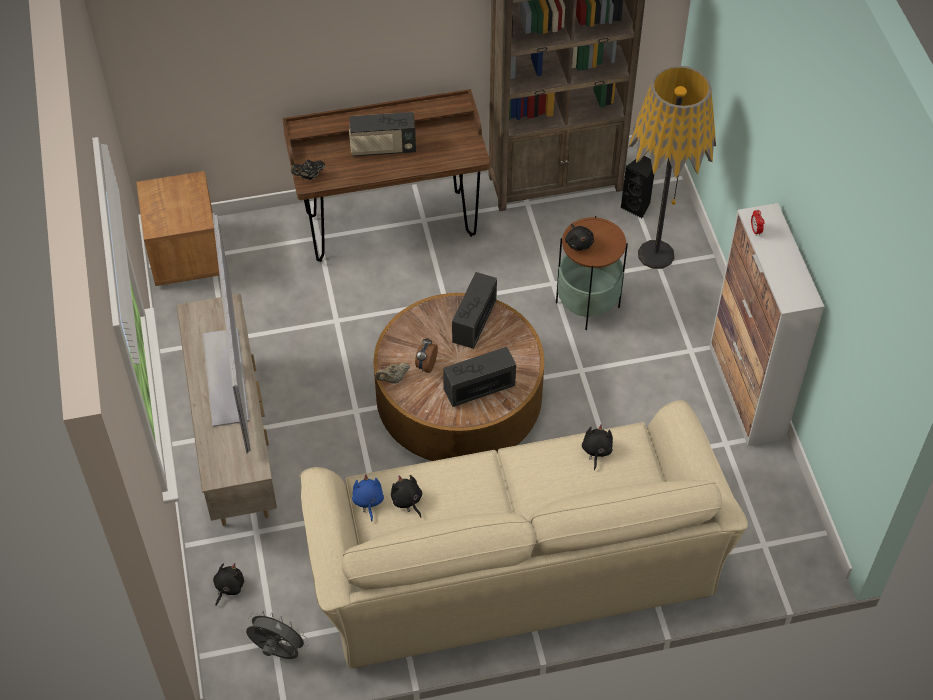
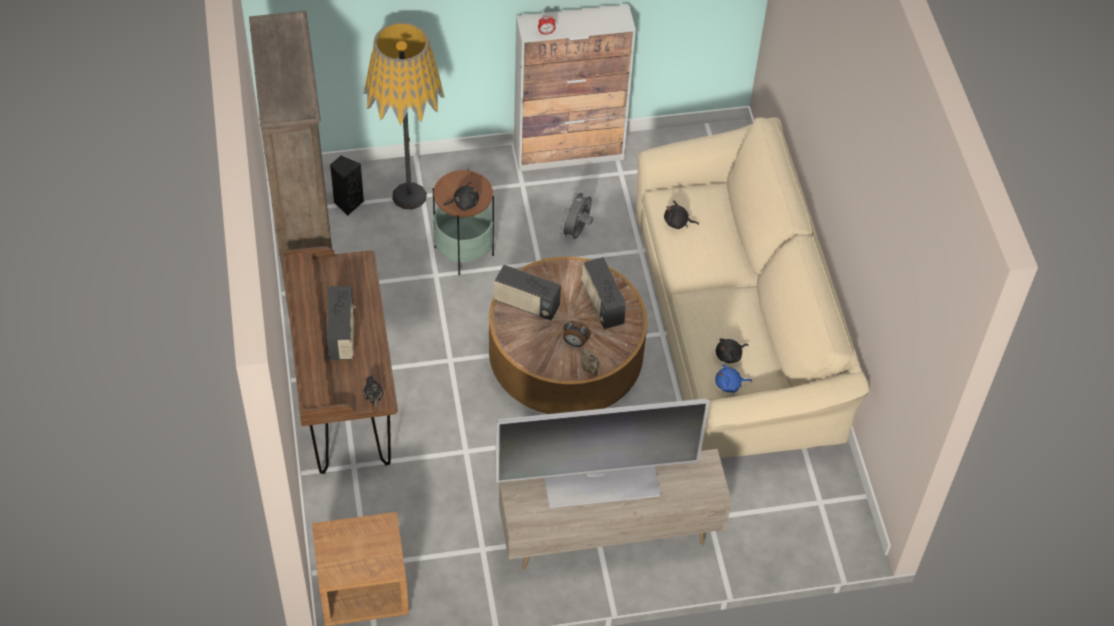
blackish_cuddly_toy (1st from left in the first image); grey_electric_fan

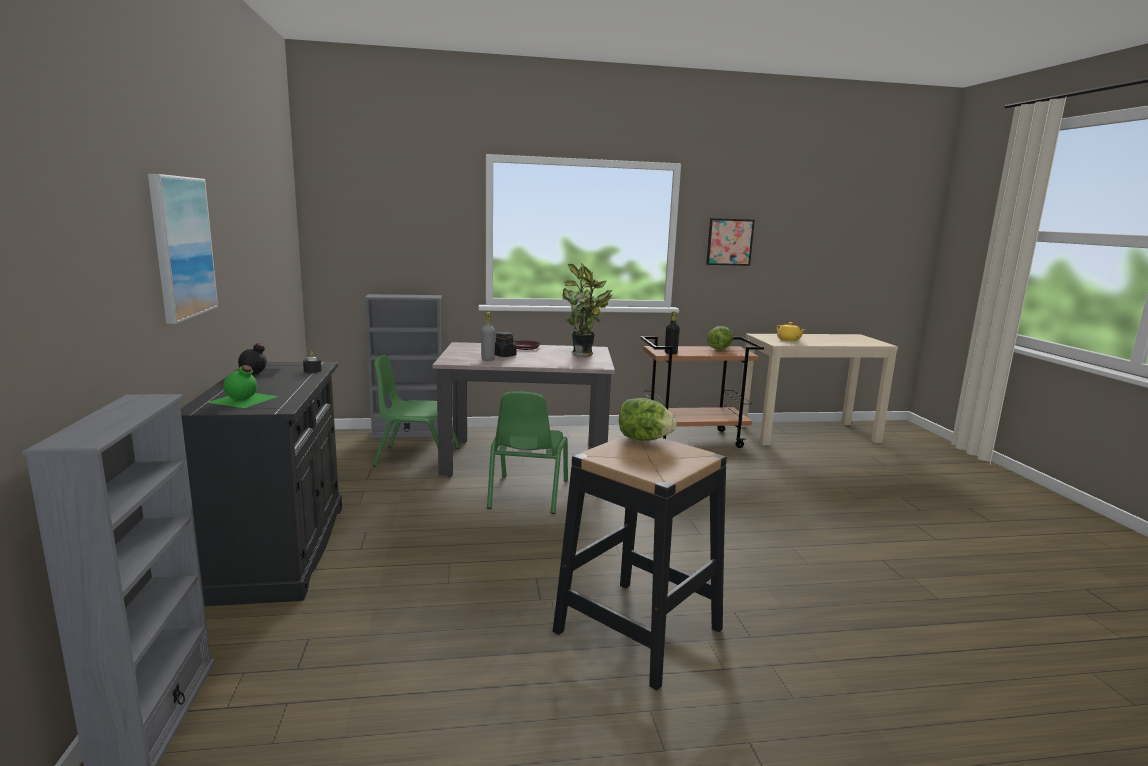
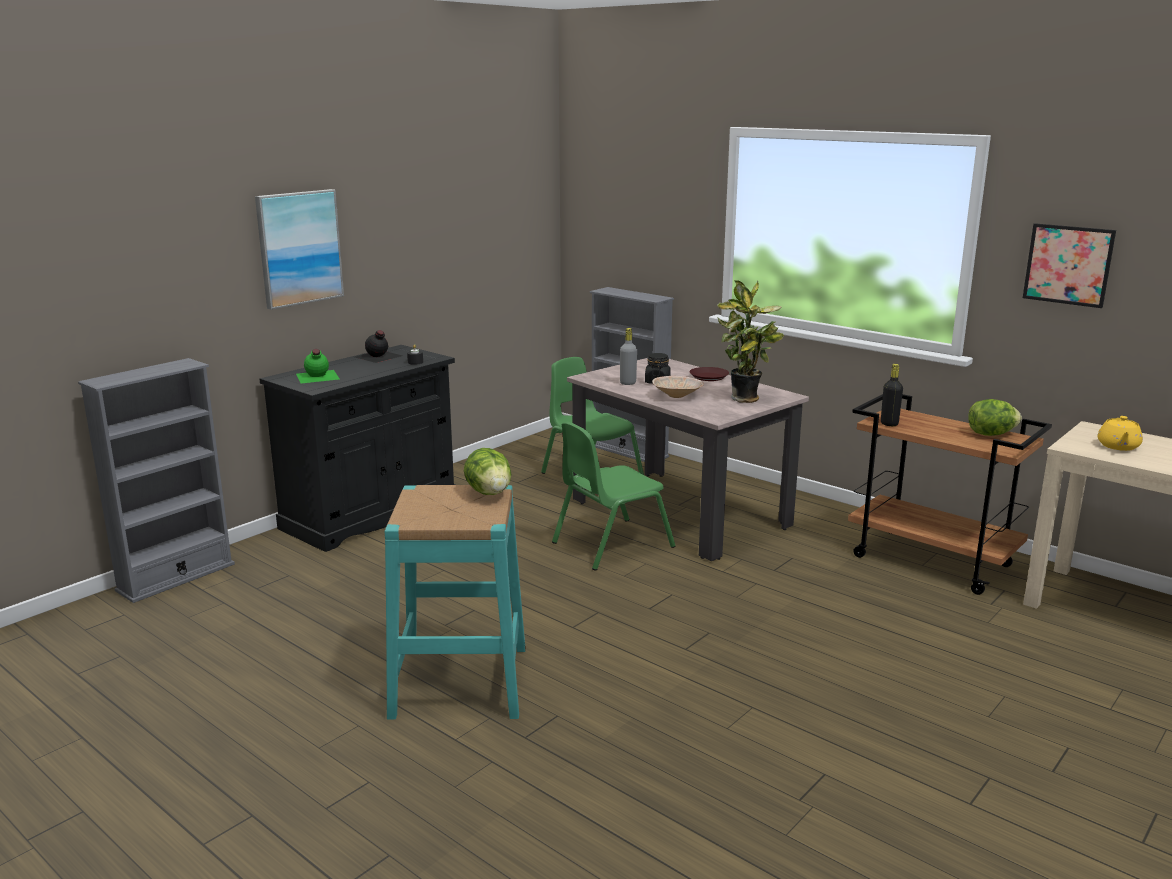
beige_serving_bowl; turquoise-coloured_sitting_stool

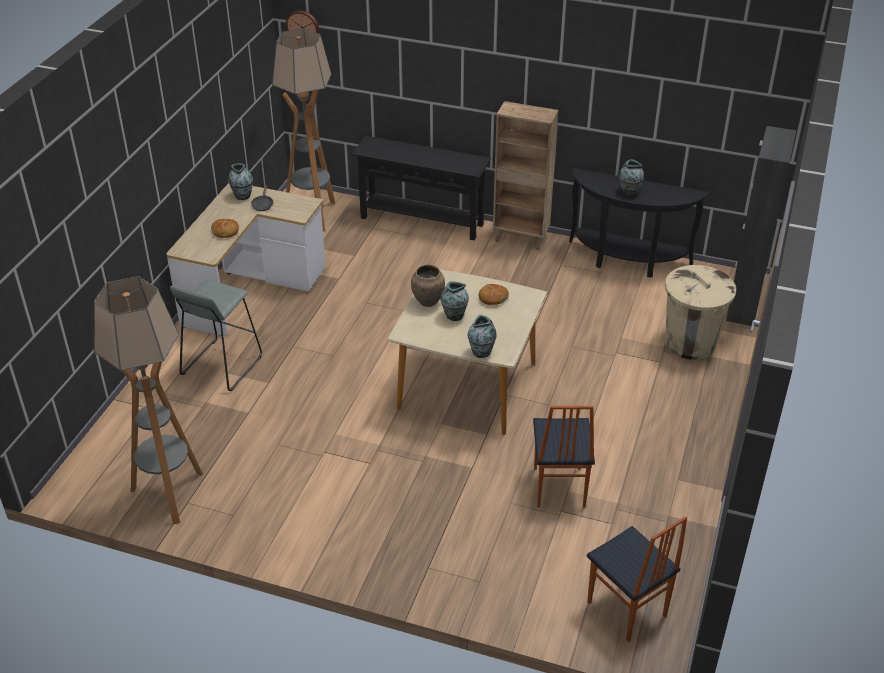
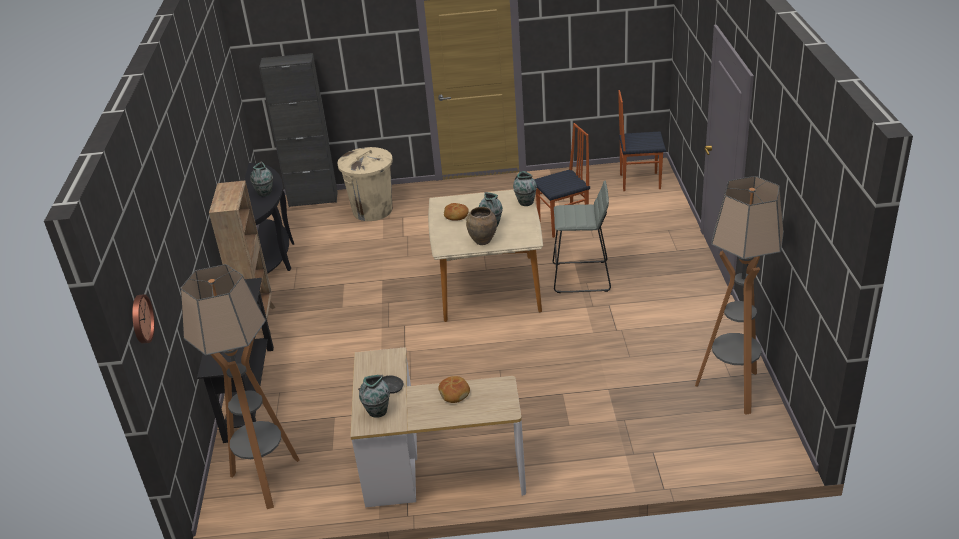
grey_sitting_stool; plain_chair (2nd from left)

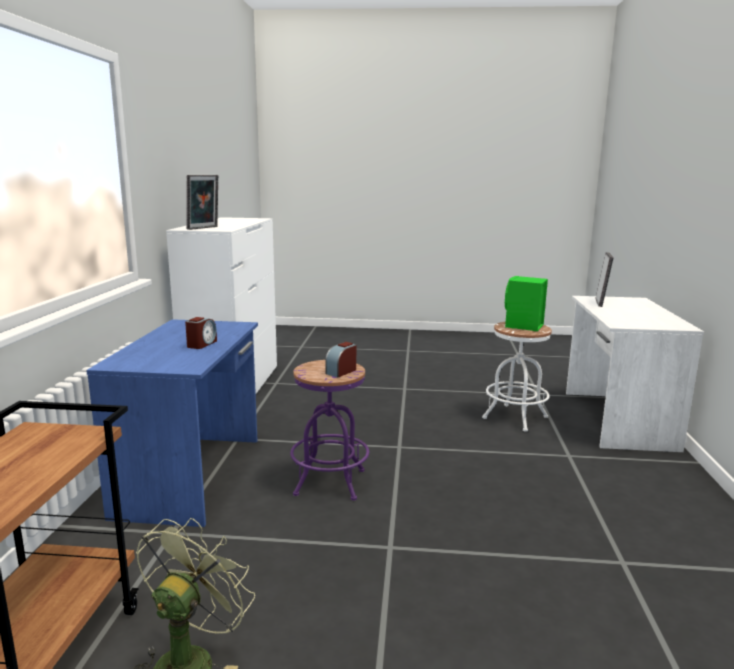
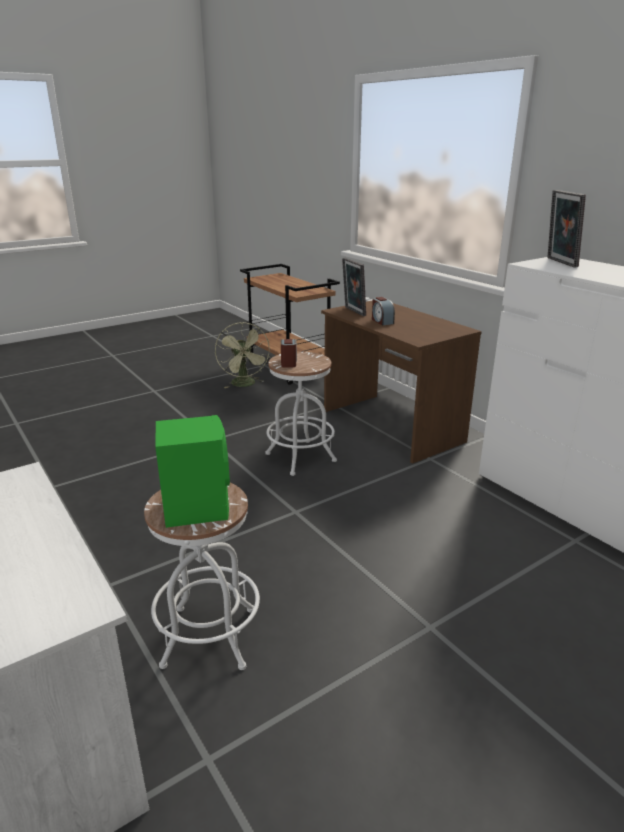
photo_frame (1st from left); brown-coloured_desk_table; white-coloured_sitting_stool (2nd from left)

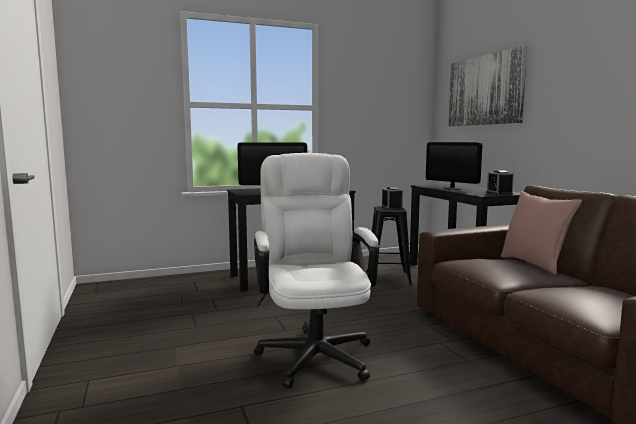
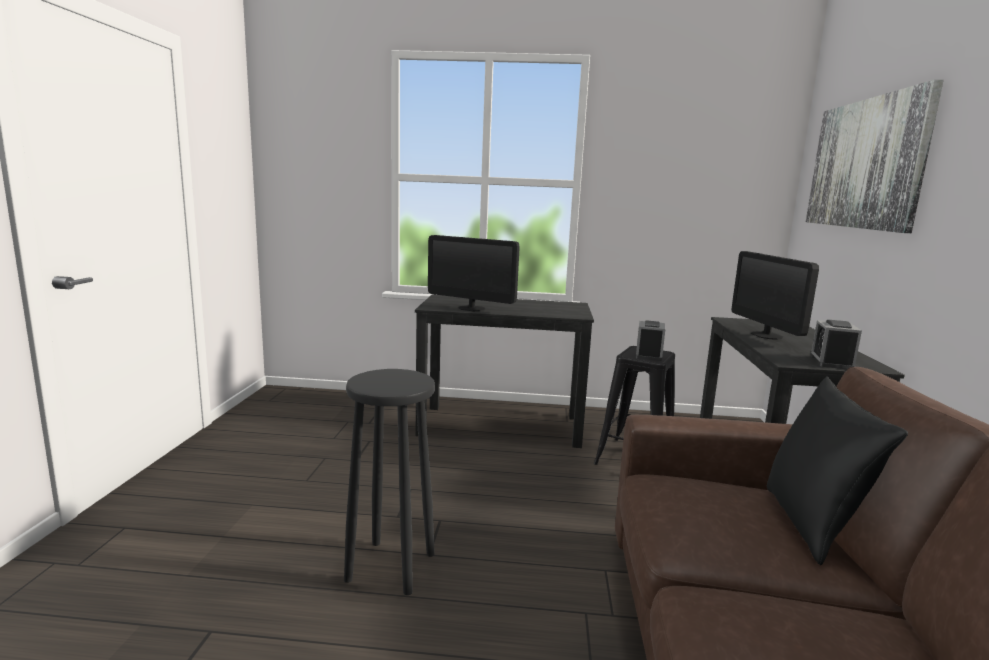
blackish_sitting_stool (1st from left); blackish_cushion

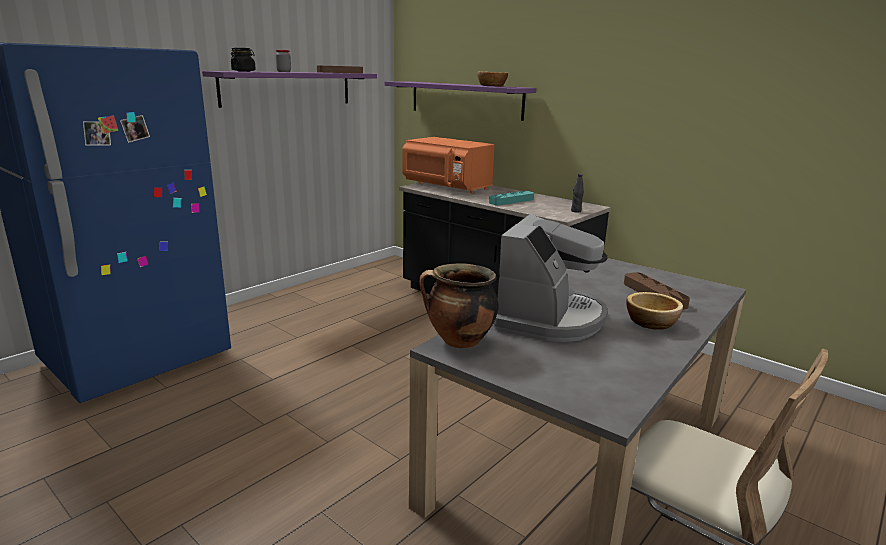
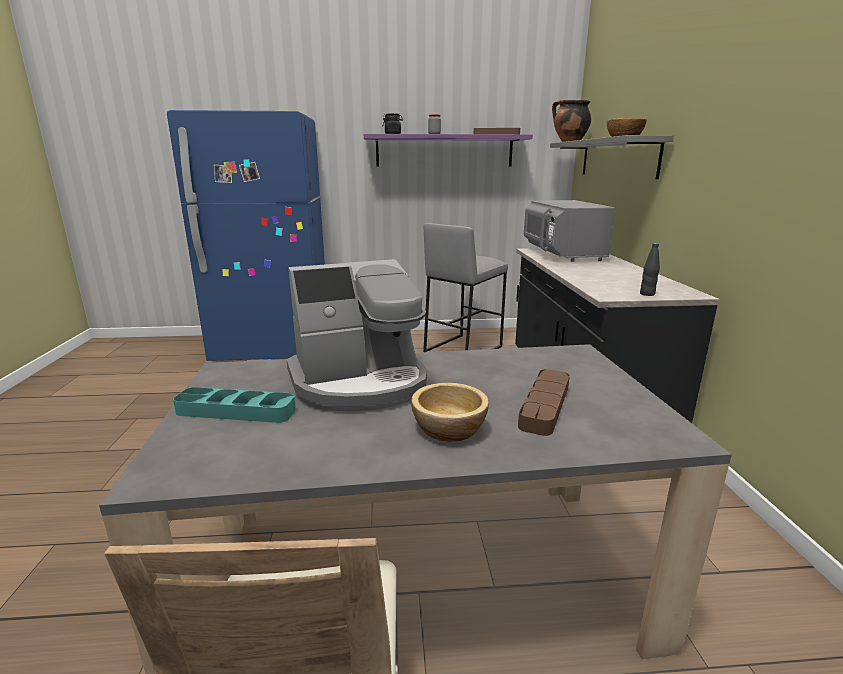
grey_sitting_stool; stockpot; turquoise-coloured_serving_tray; grey_shelf; grey_microwave_oven

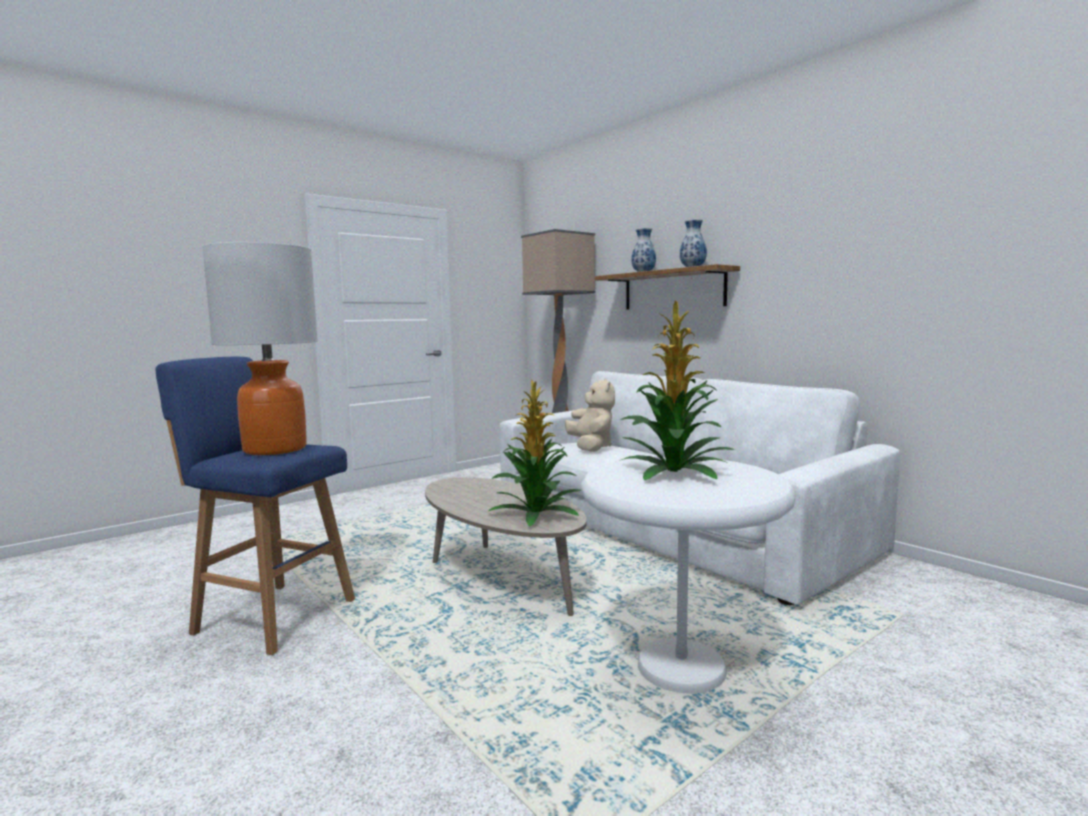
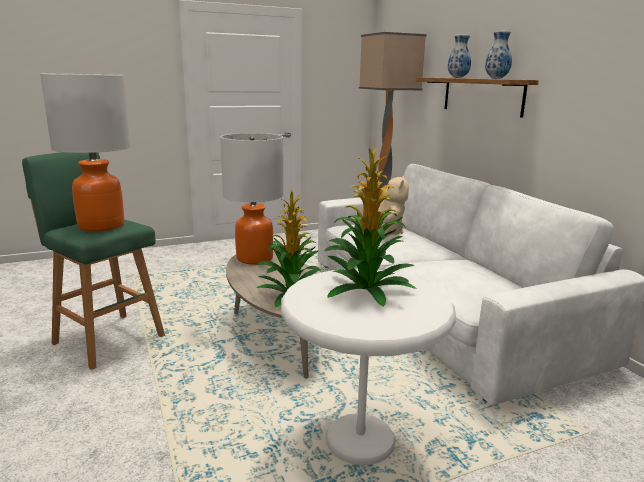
tabletop_lamp (2nd from left); green-coloured_sitting_stool

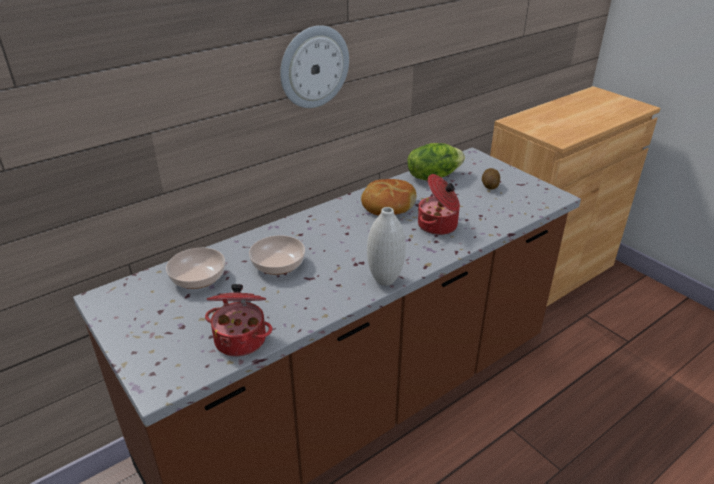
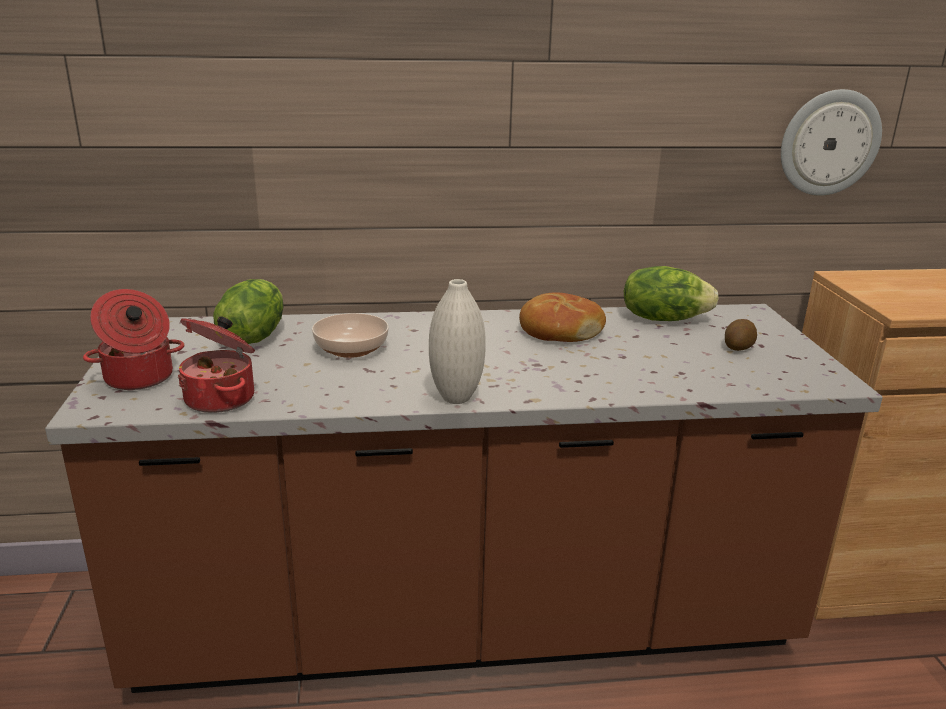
wall_clock; stockpot (1st from left); lettuce (1st from left)

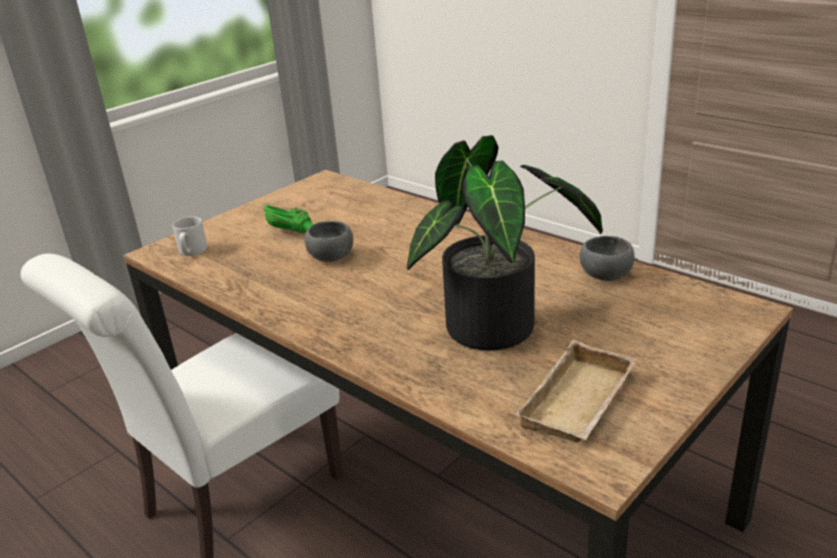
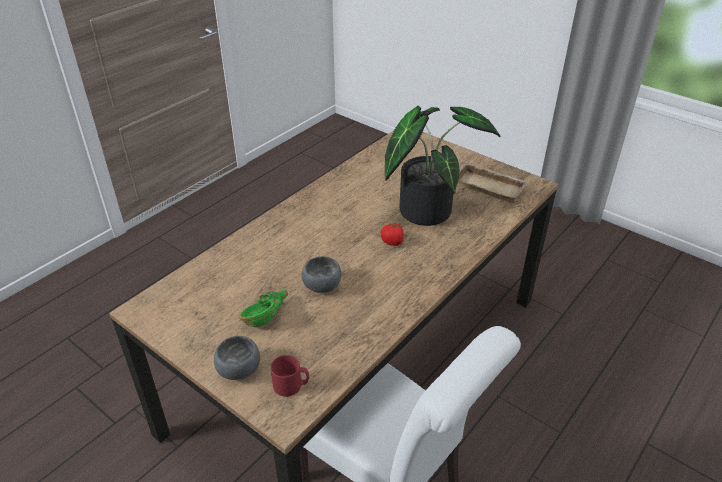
tomato; grey_serving_bowl (1st from left); reddish_coffee_mug

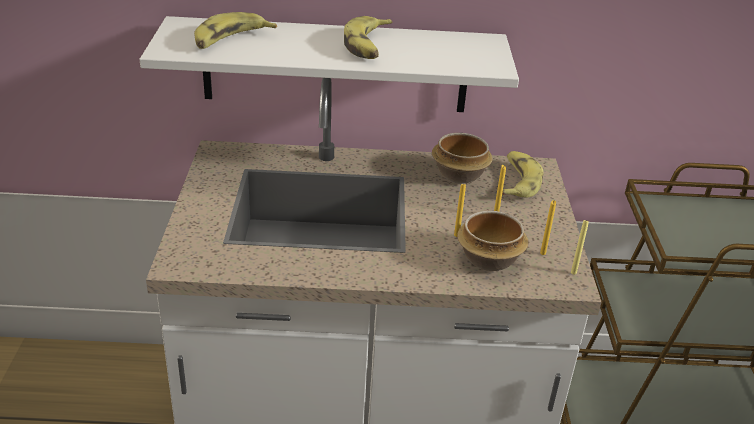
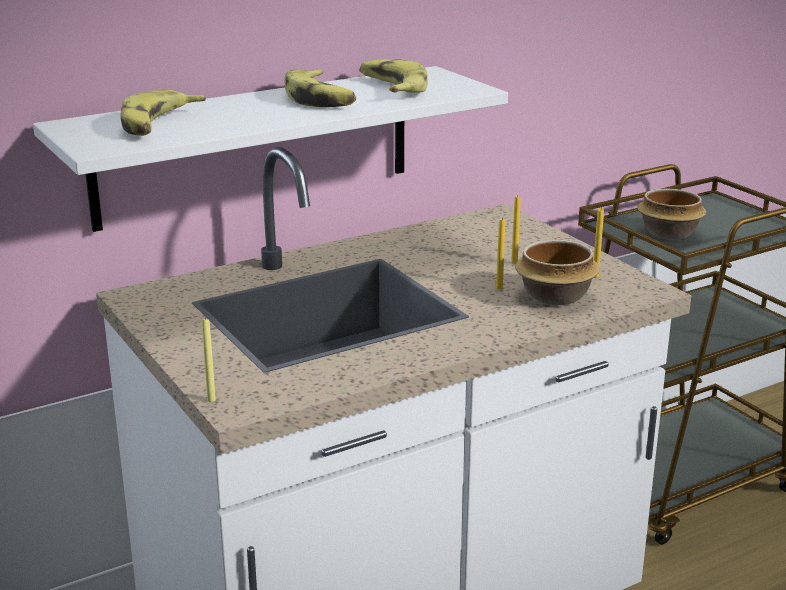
serving_bowl (2nd from left); whole_banana (3rd from left); yellowish_wax_light (1st from left)

